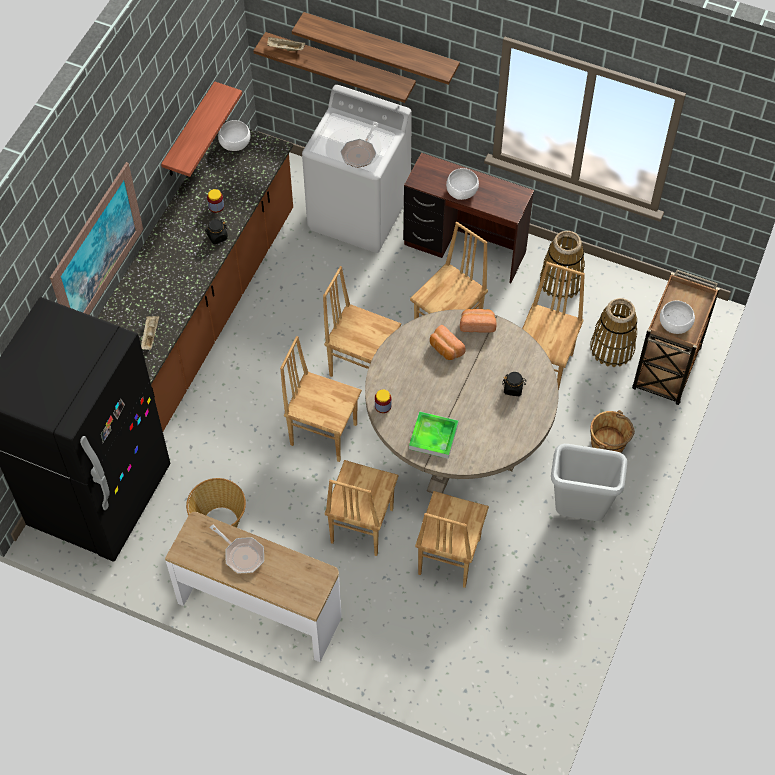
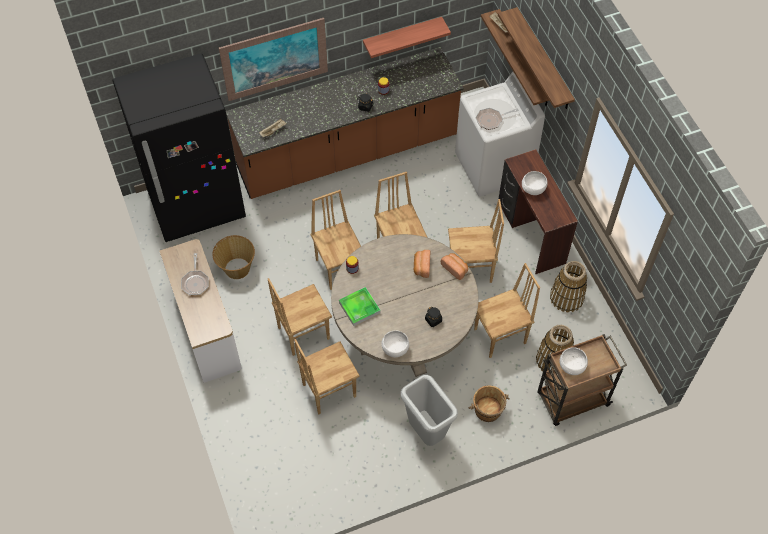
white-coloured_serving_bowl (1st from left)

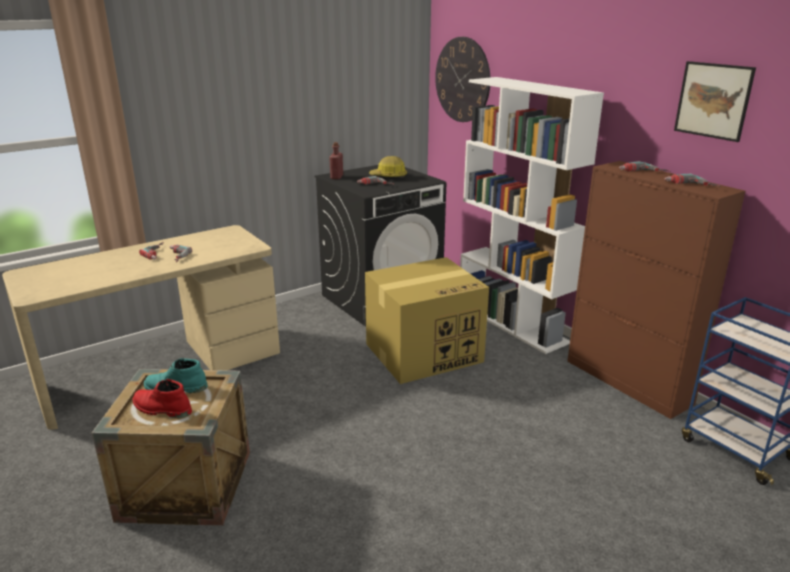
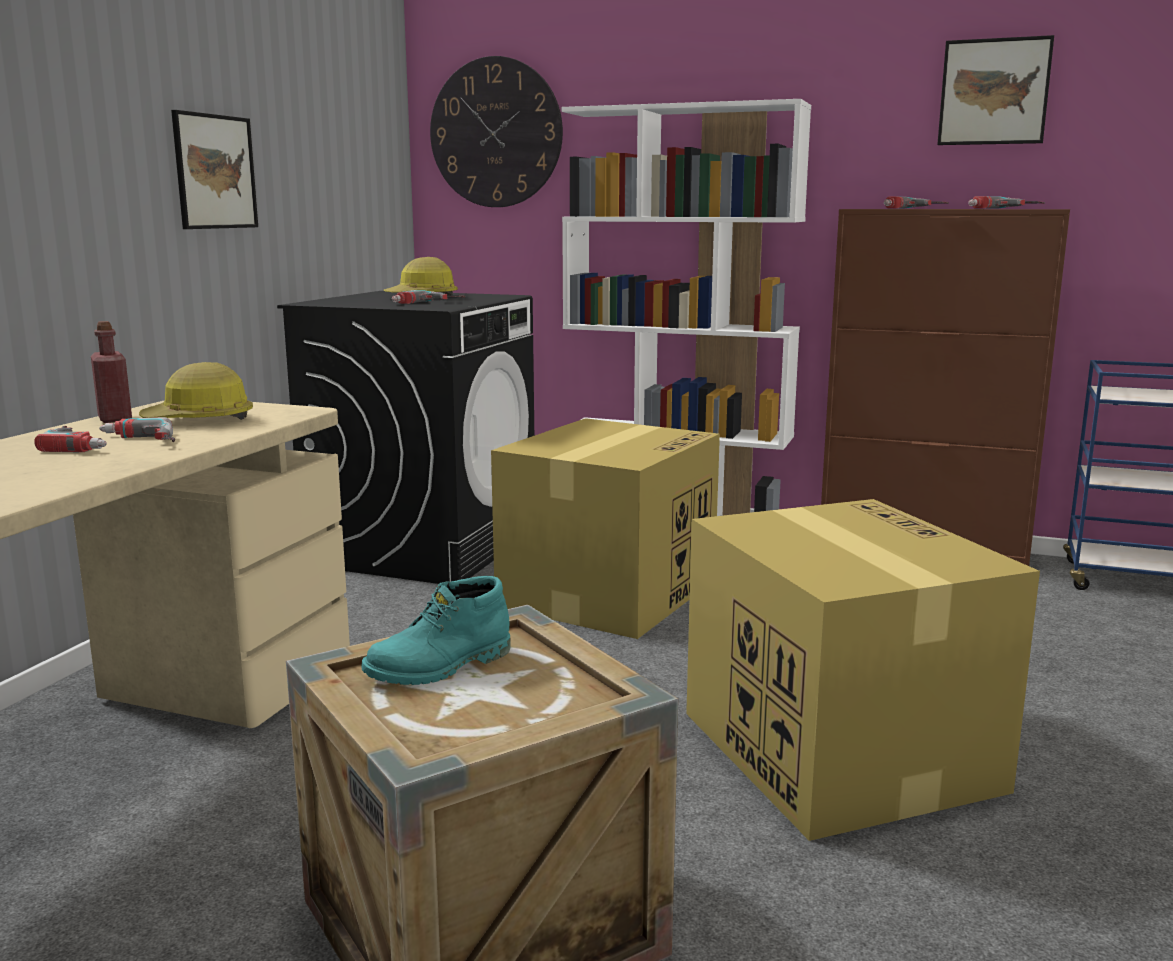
reddish_high-top_boot; safety_helmet (1st from left); wall_picture (1st from left); cardboard_box (2nd from left); reddish_drink_bottle

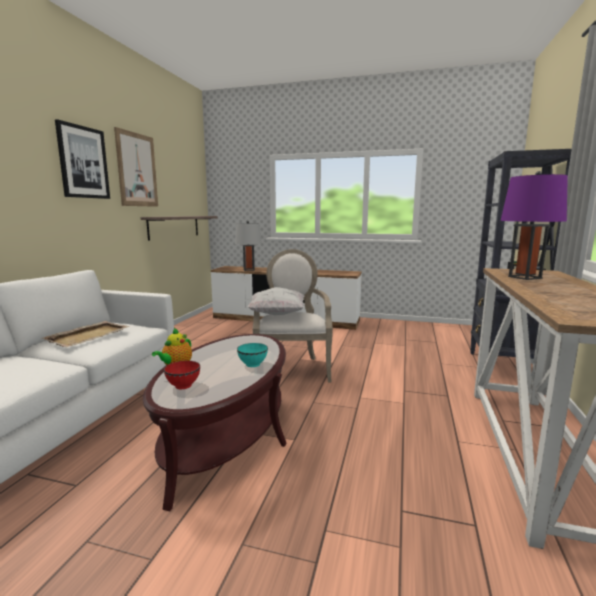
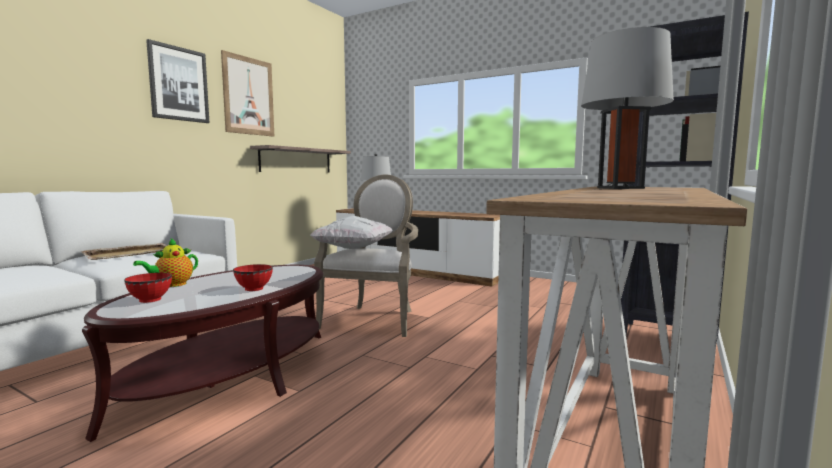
reddish_serving_bowl (2nd from left); grey_tabletop_lamp (2nd from left)

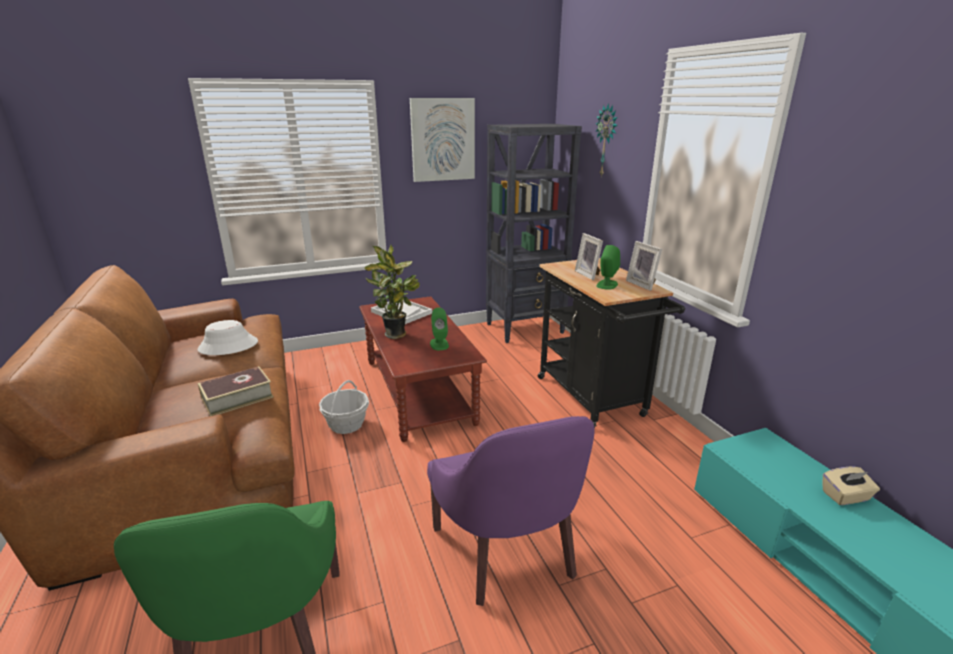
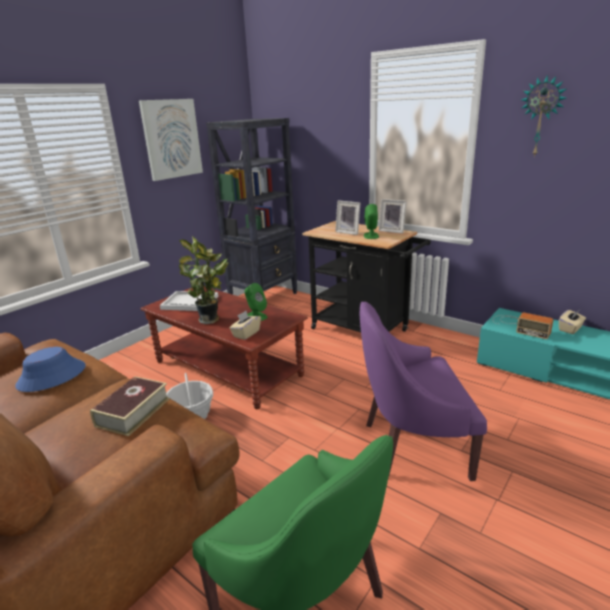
beige_tissue_box (1st from left); radio_set; wall_clock; blue_wearable_hat; purple_armchair

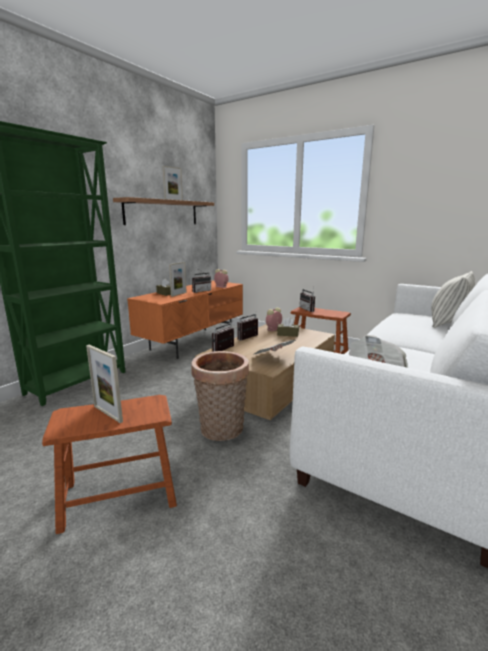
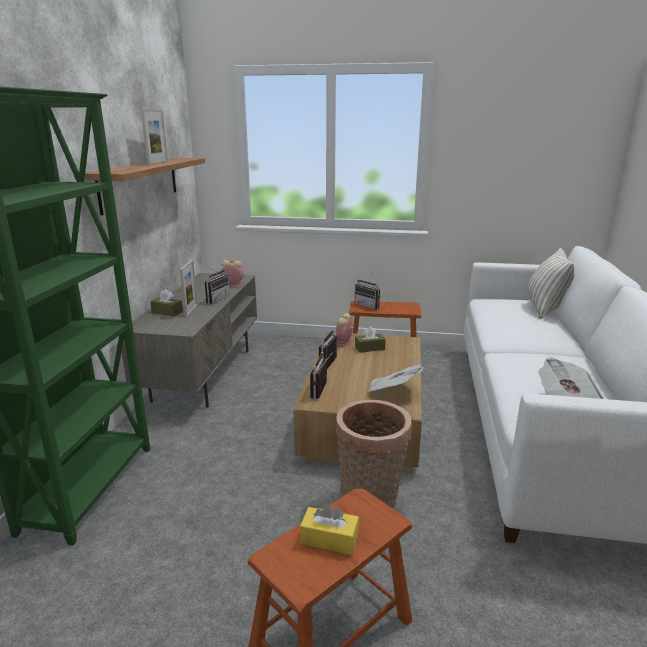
yellowish_tissue_box; grey_tv_stand

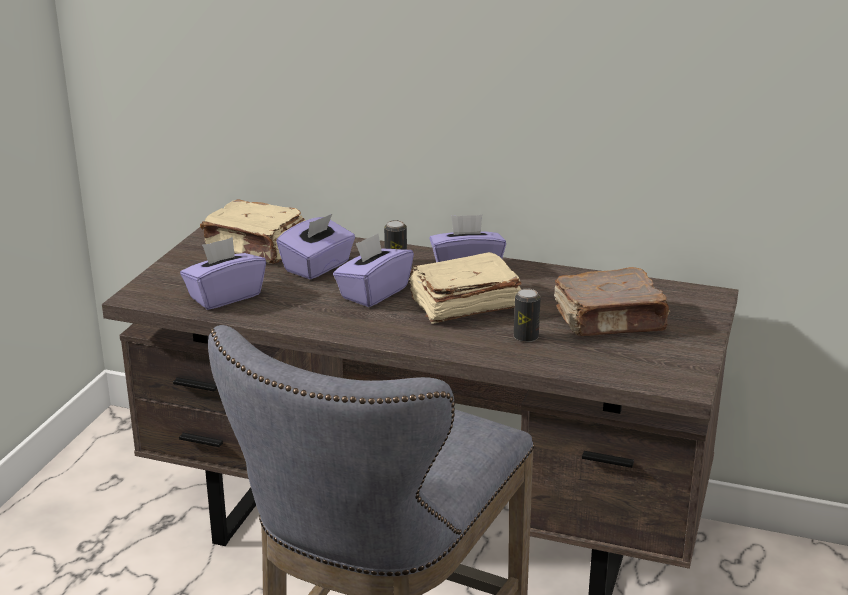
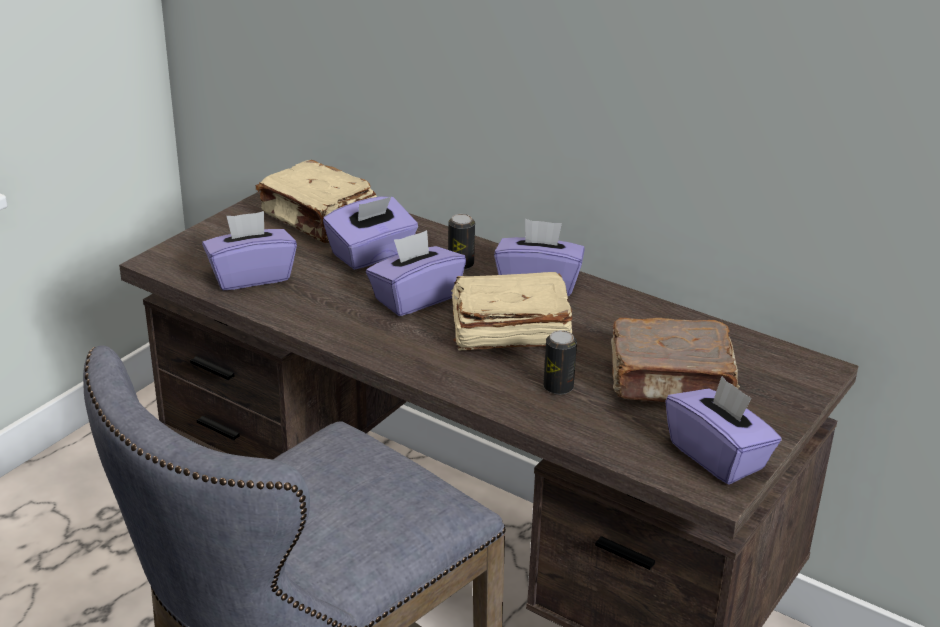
purple_tissue_box (5th from left)

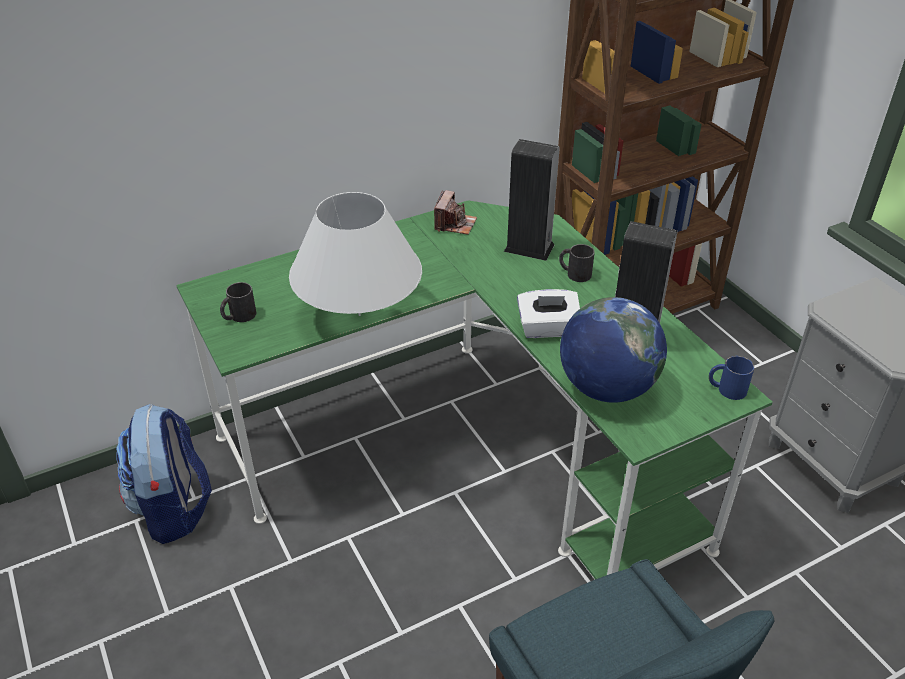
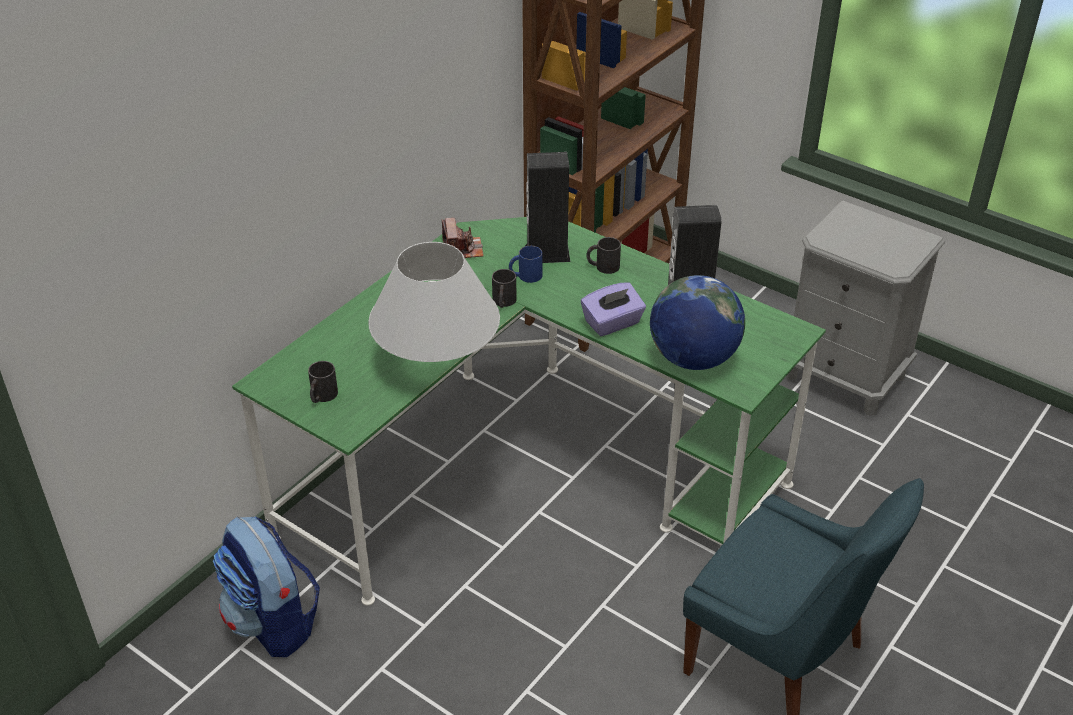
blackish_coffee_mug (2nd from left); blue_coffee_mug; purple_tissue_box

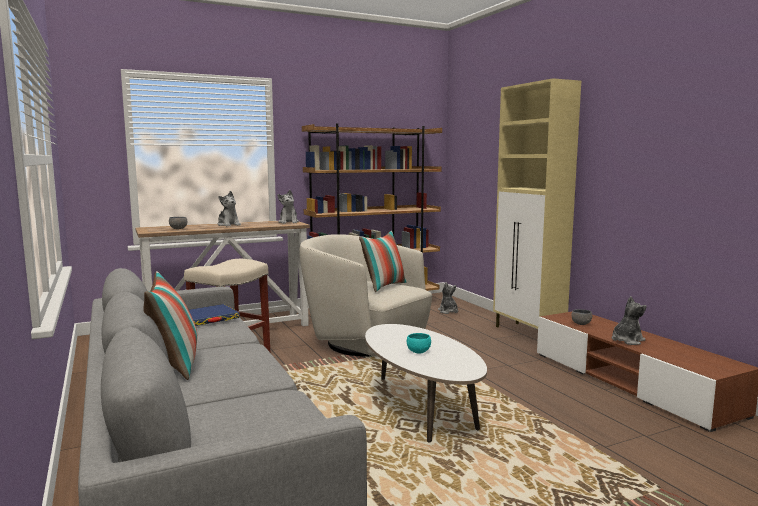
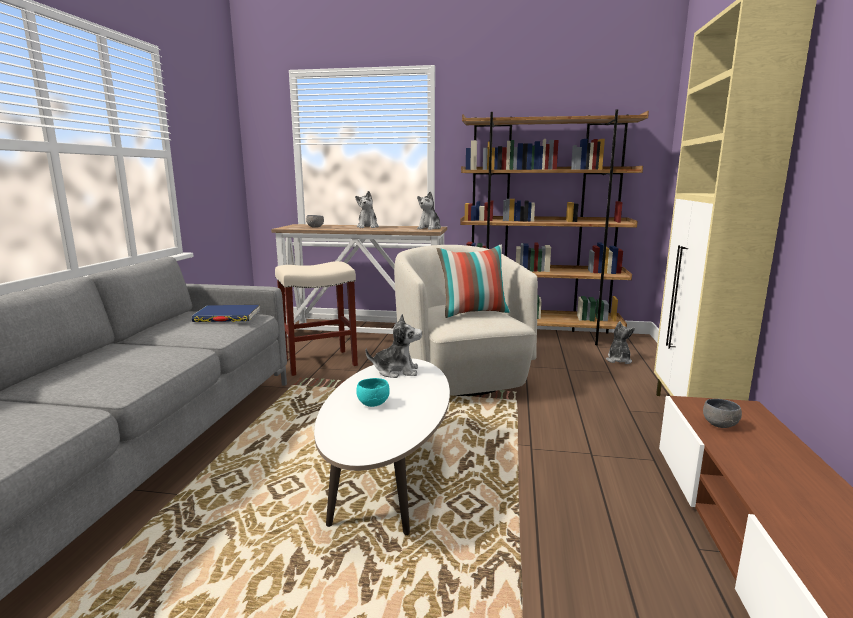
cushion (1st from left in the first image); cuddly_toy (2nd from left)

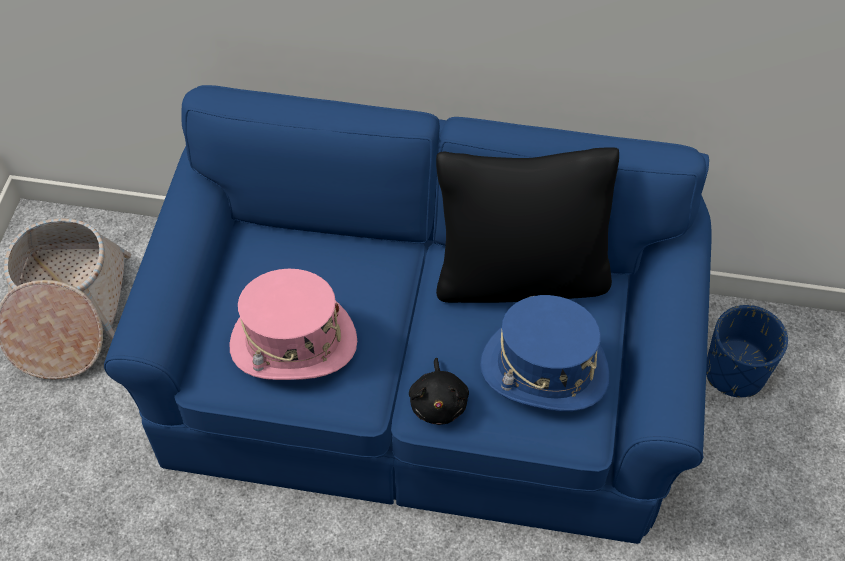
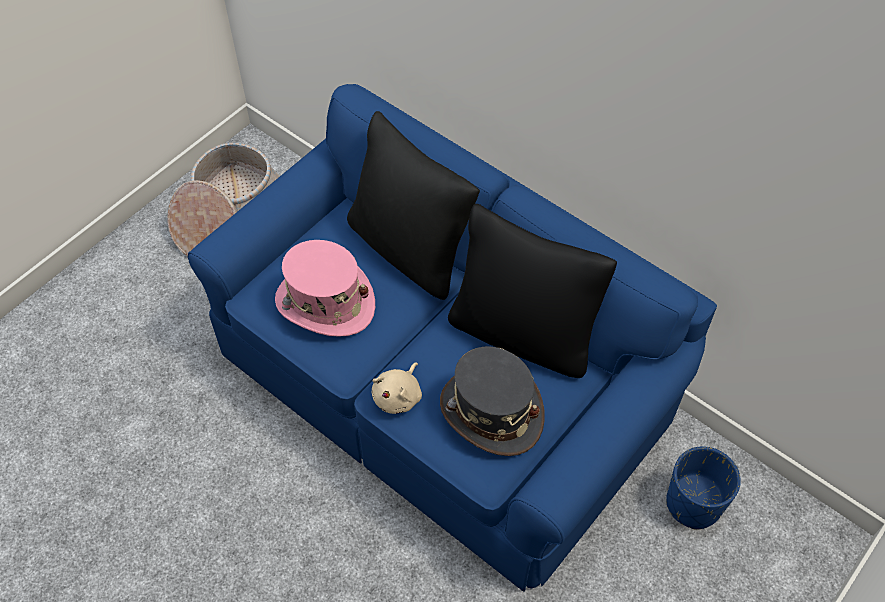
blackish_cushion (1st from left); beige_cuddly_toy; grey_wearable_hat

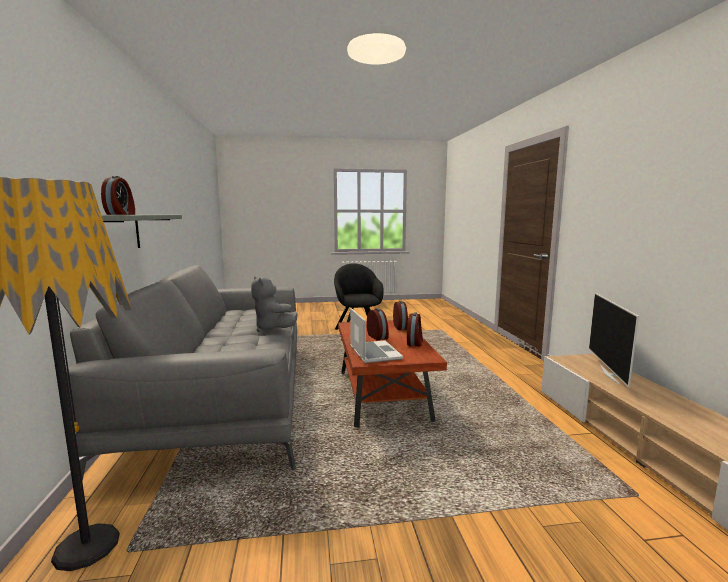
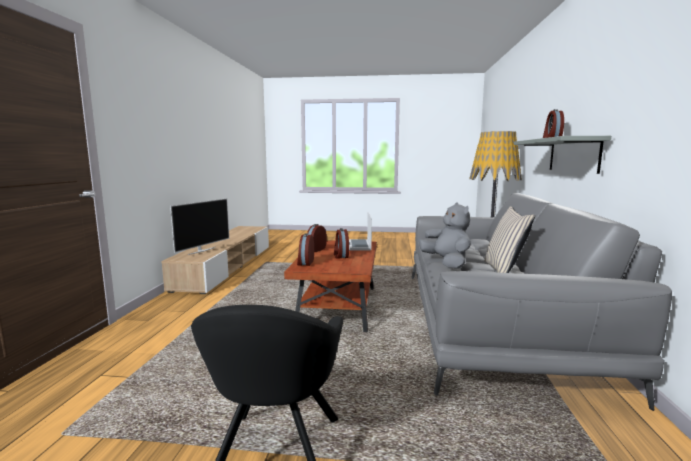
beige_cushion

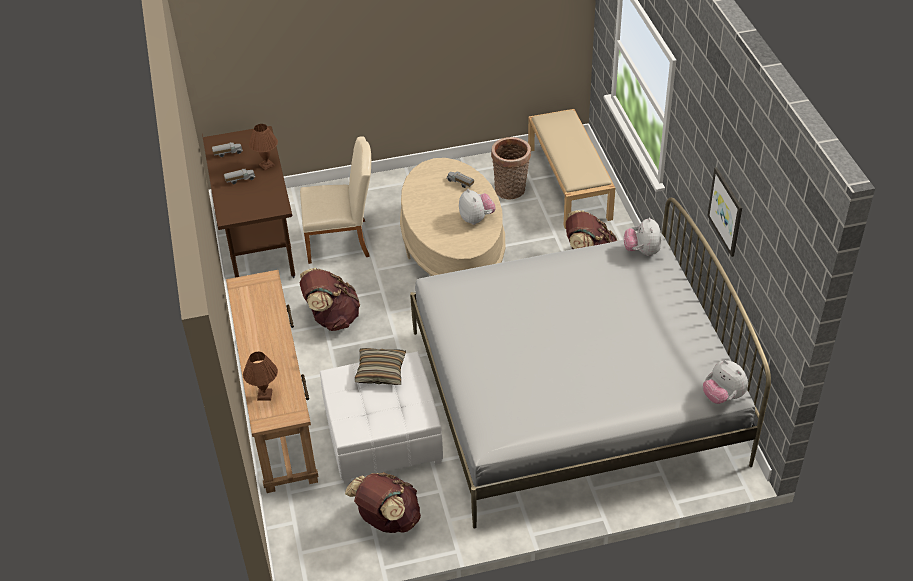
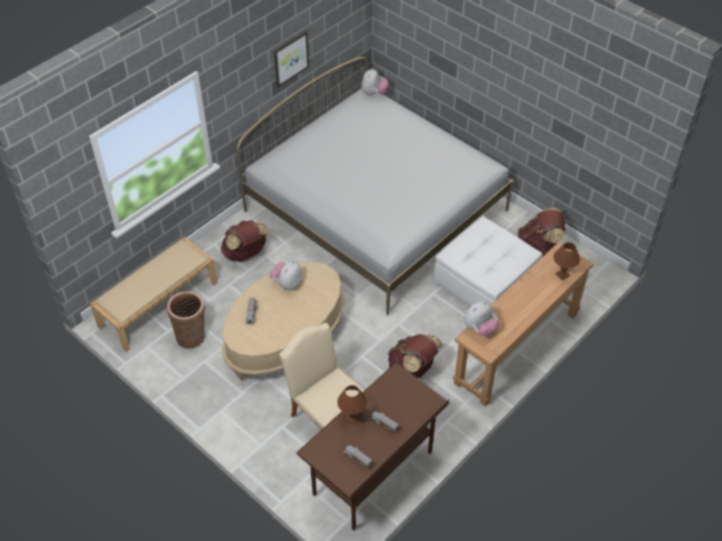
cushion; cuddly_toy (3rd from left)

